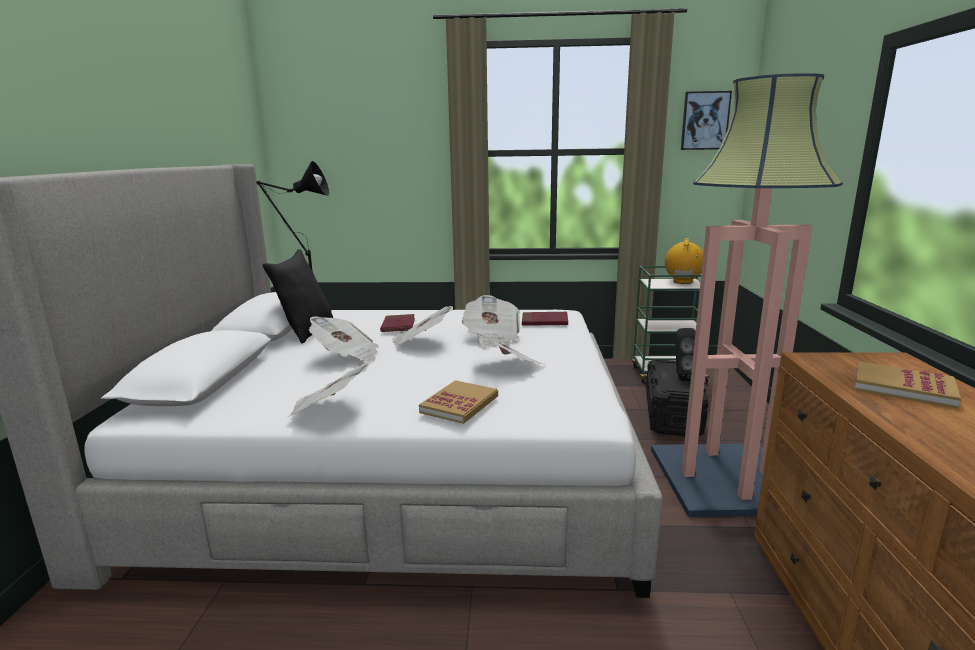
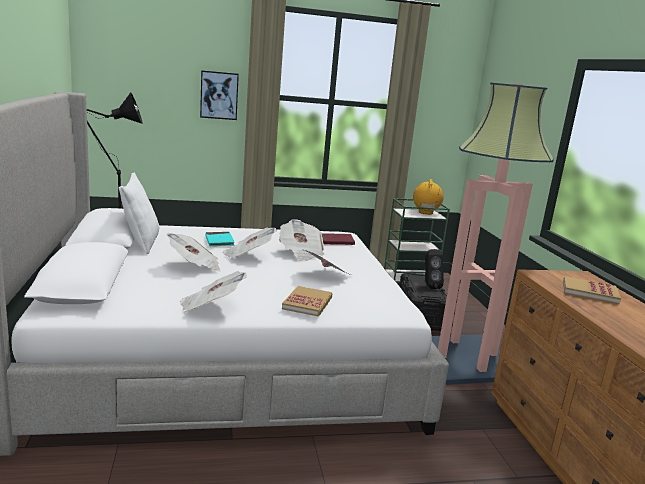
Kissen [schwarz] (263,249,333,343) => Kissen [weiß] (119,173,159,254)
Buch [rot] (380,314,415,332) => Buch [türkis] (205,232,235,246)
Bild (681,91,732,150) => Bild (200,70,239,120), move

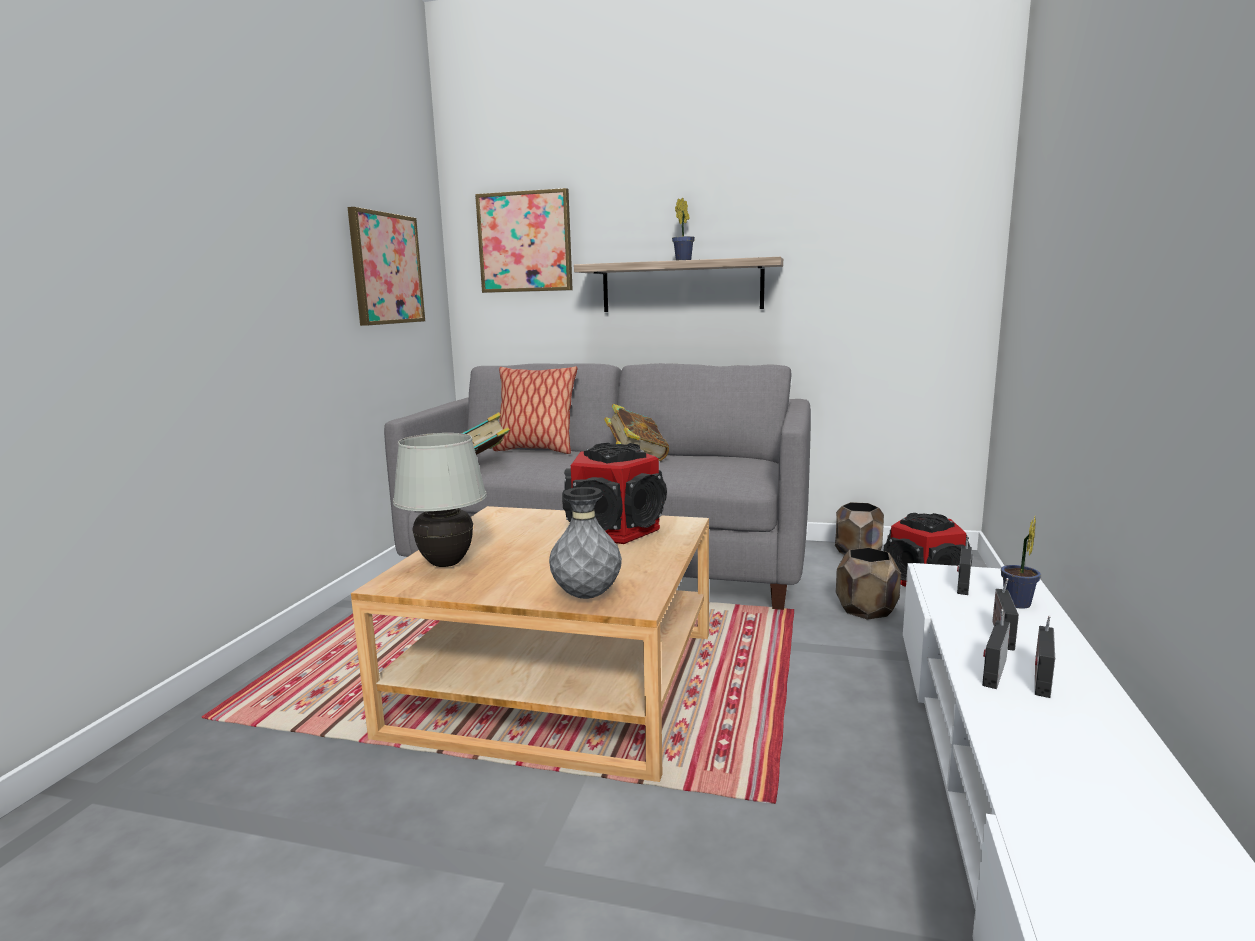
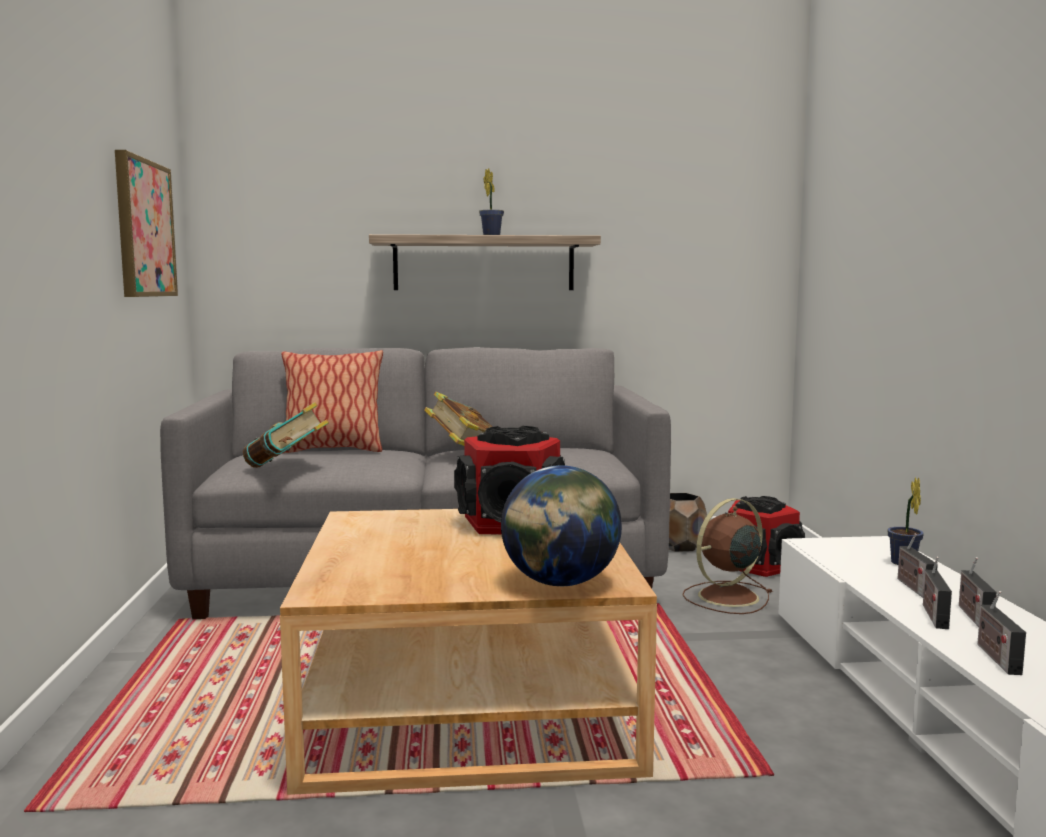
Tischlampe [weiß] (393,433,487,567) => nothing
Bild (475,188,573,293) => nothing
Vase [grau] (549,487,622,599) => Globus (501,465,622,586)
Pflanzkübel [braun] (836,548,901,620) => Ventilator [braun] (682,498,772,614)
Radio (957,536,972,595) => Radio (977,591,1026,675), move

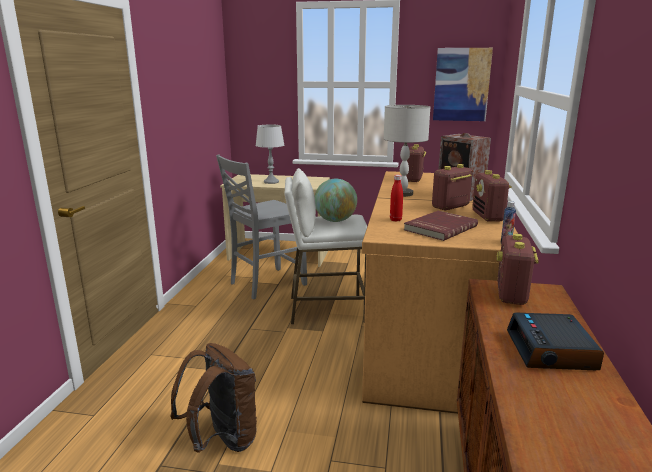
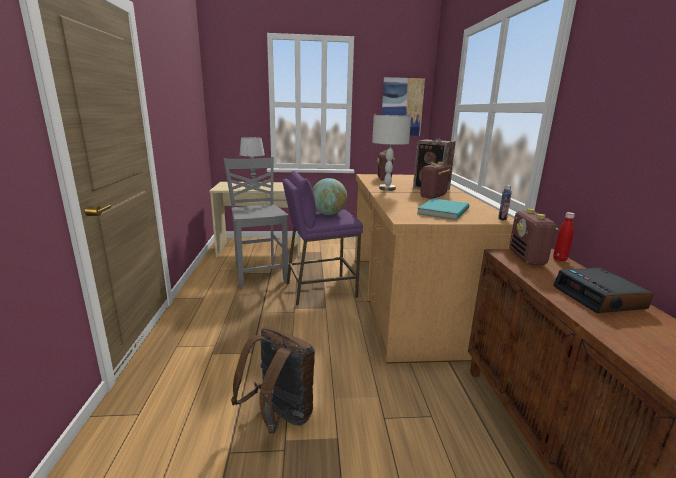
Stuhl [grau] (216,154,307,299) => Stuhl [grau] (223,157,288,289), 120 degrees clockwise
Hocker [weiß] (284,168,367,324) => Hocker [lila] (282,171,363,305)
Flasche [rot] (390,175,403,222) => Flasche [rot] (553,212,575,262), move
Buch [rot] (404,211,478,241) => Buch [türkis] (417,198,469,220)
Radio (472,170,512,222) => nothing

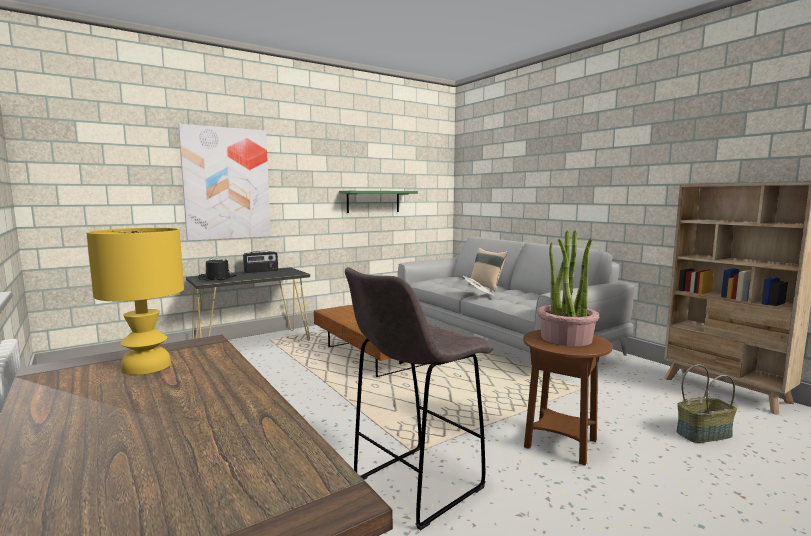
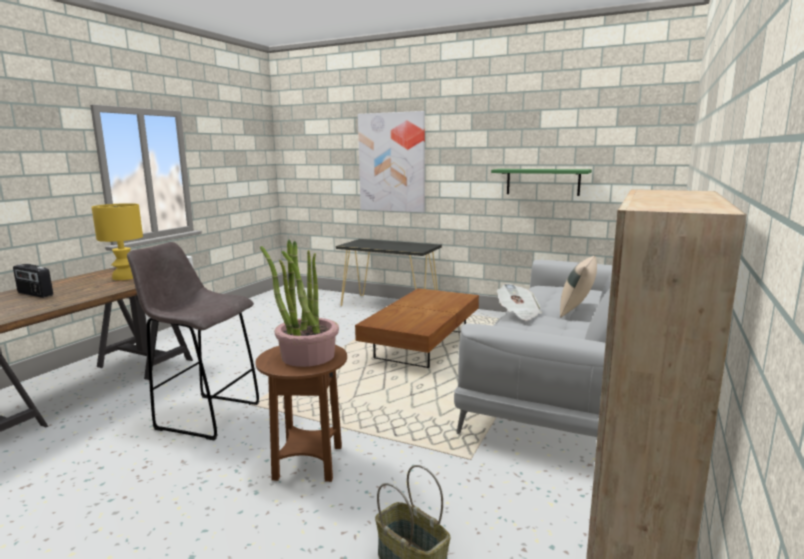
Hut [schwarz] (198,256,237,281) => nothing
Radio (243,251,278,273) => Radio (13,264,53,298), move

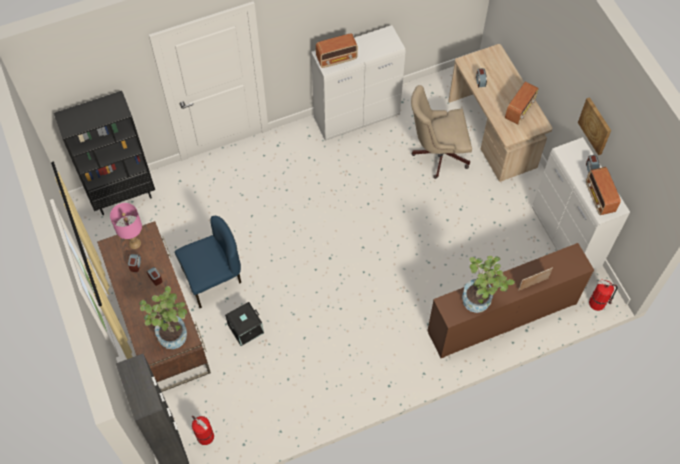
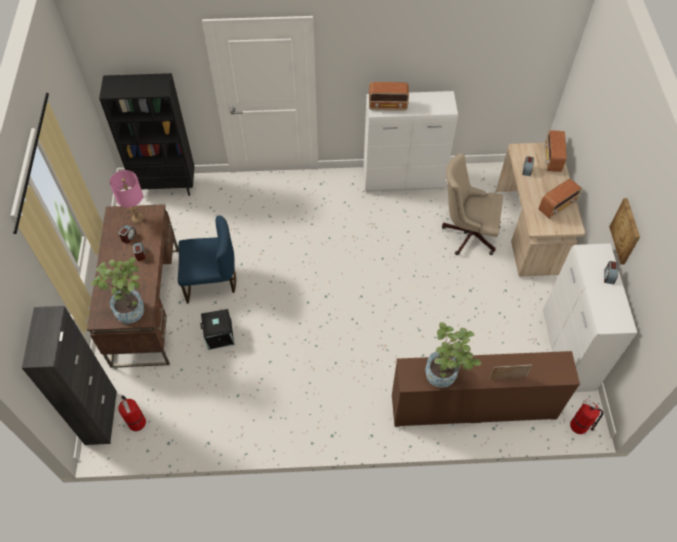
Radio (586,167,621,215) => Radio (544,130,567,172), move

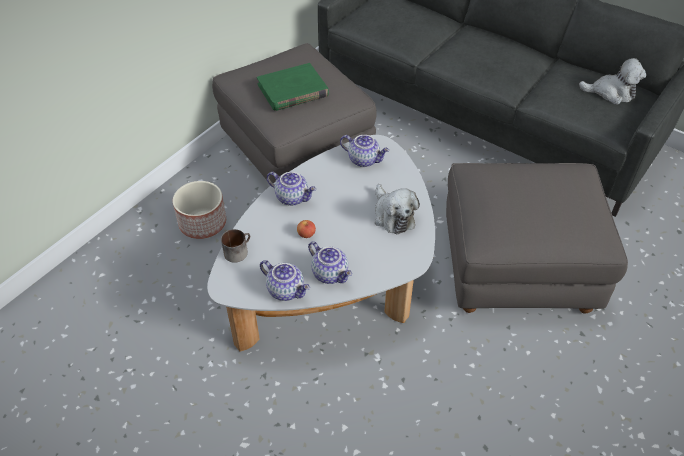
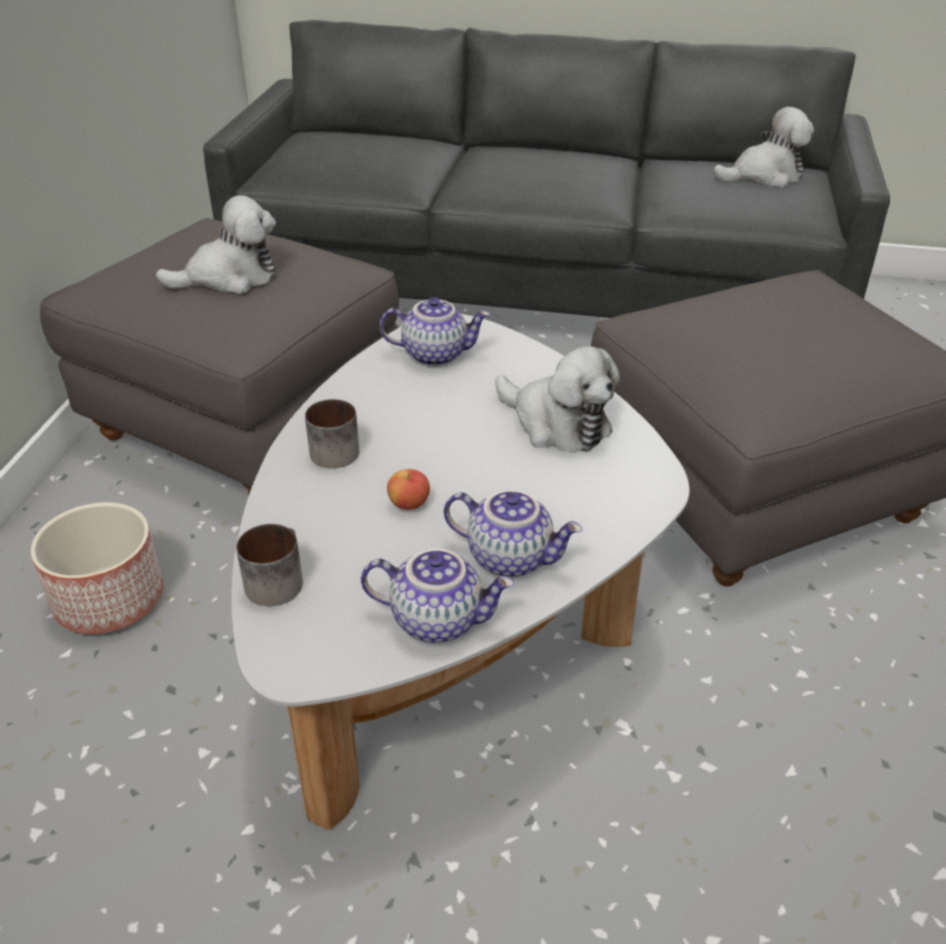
Buch [grün] (257,63,329,111) => Plüschtier (156,195,276,294)
Teekanne (267,172,316,206) => Henkelbecher (305,399,359,468)

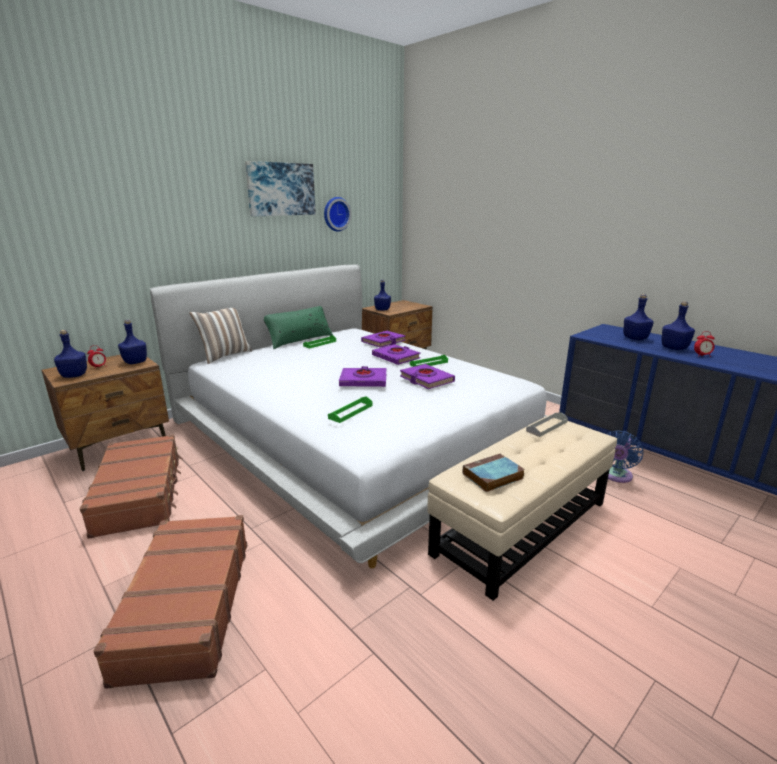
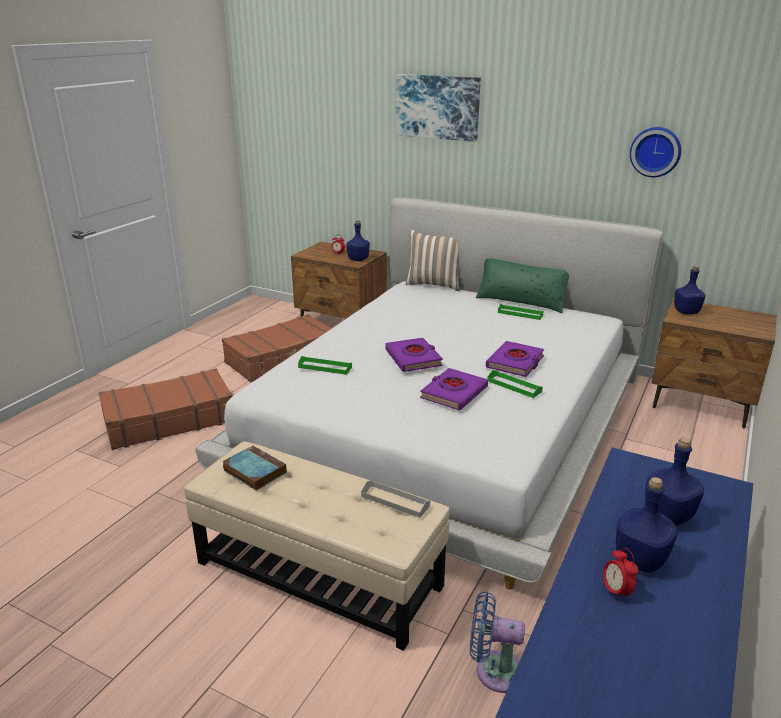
Flasche [blau] (54,330,87,378) => nothing
Bild (245,161,316,216) => Bild (396,74,481,142), move
Buch [lila] (361,331,406,348) => nothing

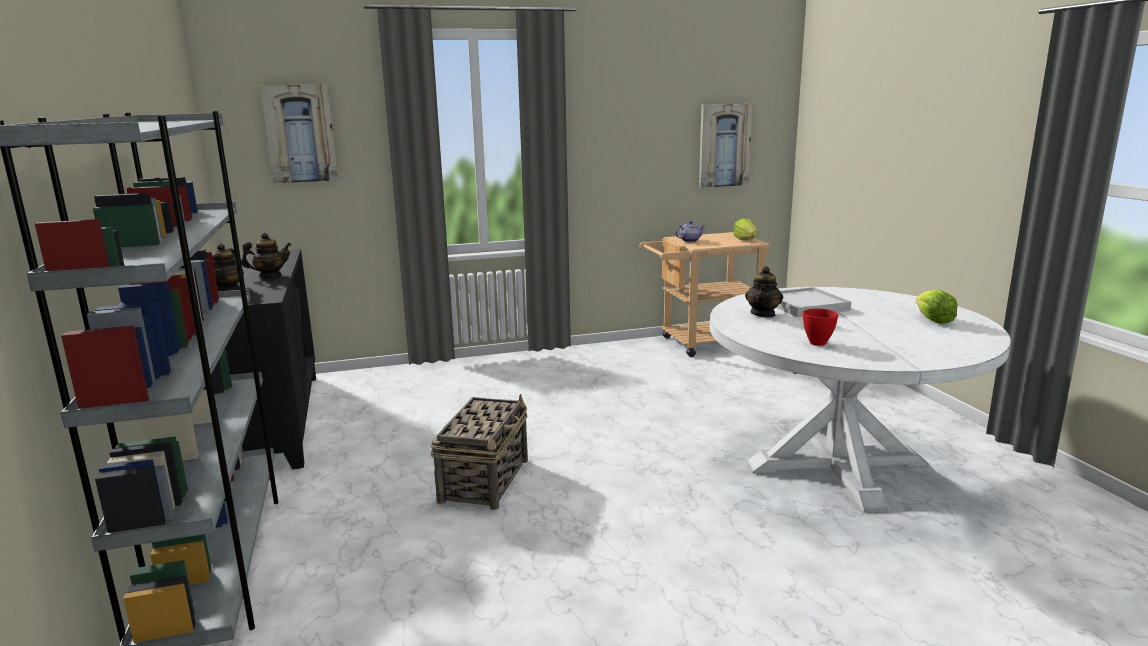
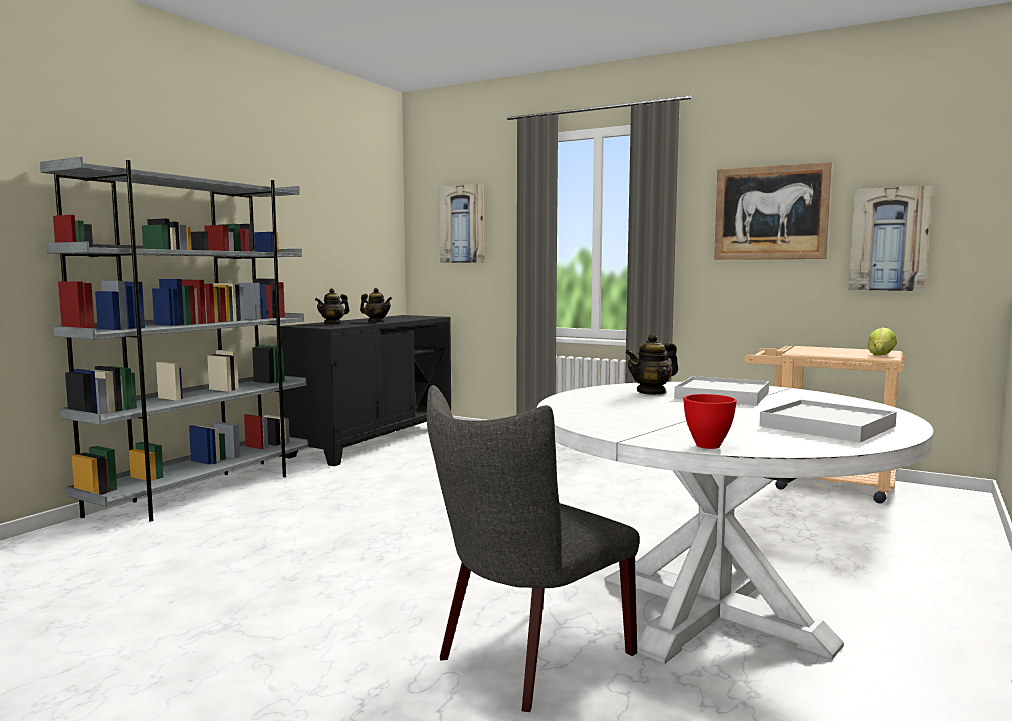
Korb (430,394,528,510) => nothing
Teekanne (675,221,705,242) => nothing
Schüssel [rot] (803,308,838,346) => Schüssel [rot] (683,394,737,449), move
Salatkopf (916,290,958,324) => Tablett [weiß] (759,400,897,443)
nothing => Stuhl [grau] (427,385,640,712)
nothing => Bild (714,162,832,260)

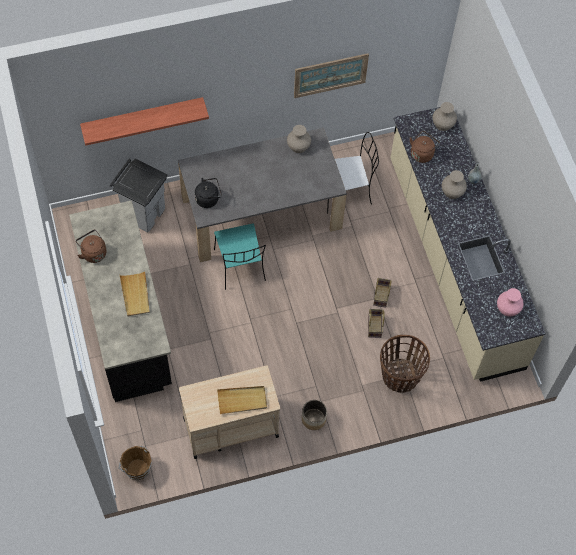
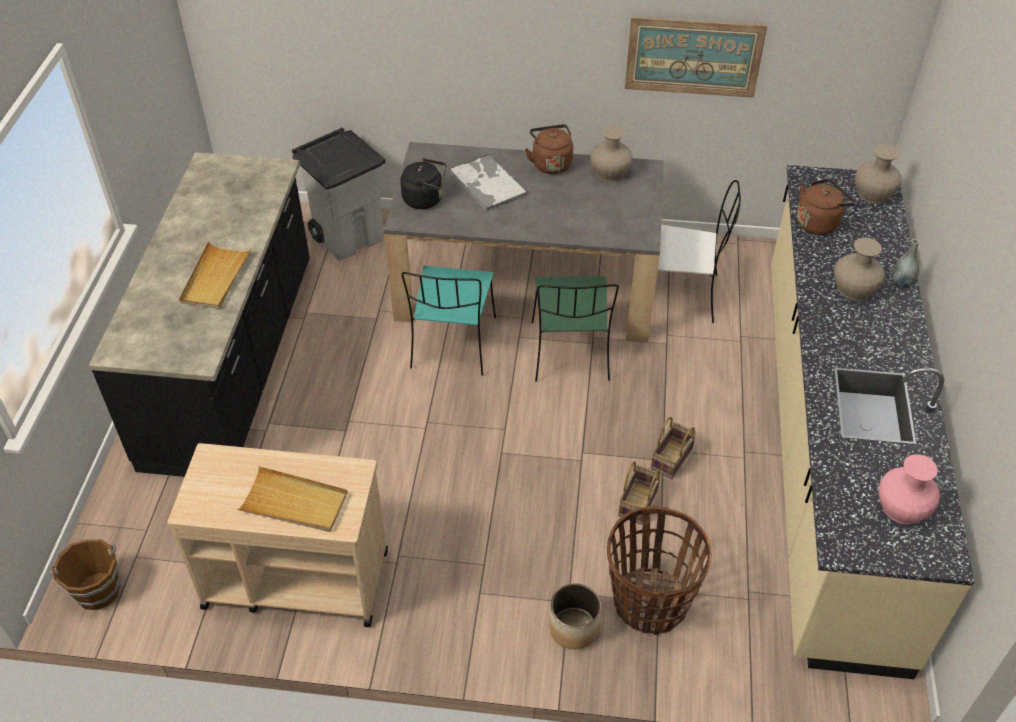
Wasserkessel [braun] (76,229,106,263) => Wasserkessel [braun] (525,124,573,174), move
Wandregal (80,97,209,146) => nothing
Pflanzkübel (302,400,327,430) => Pflanzkübel (549,583,601,649), move
nothing => Tablett (449,153,528,211)
nothing => Stuhl [grün] (531,276,619,382)

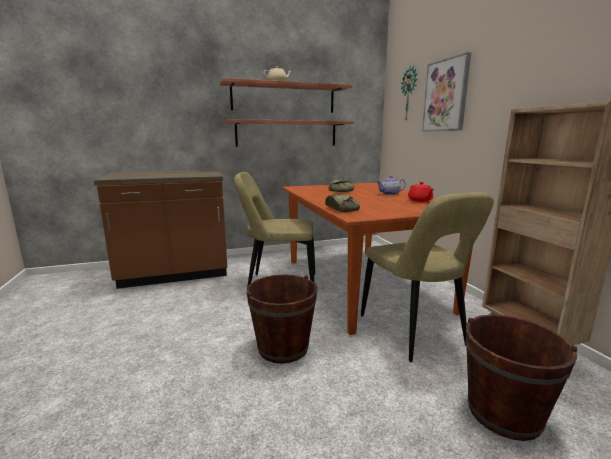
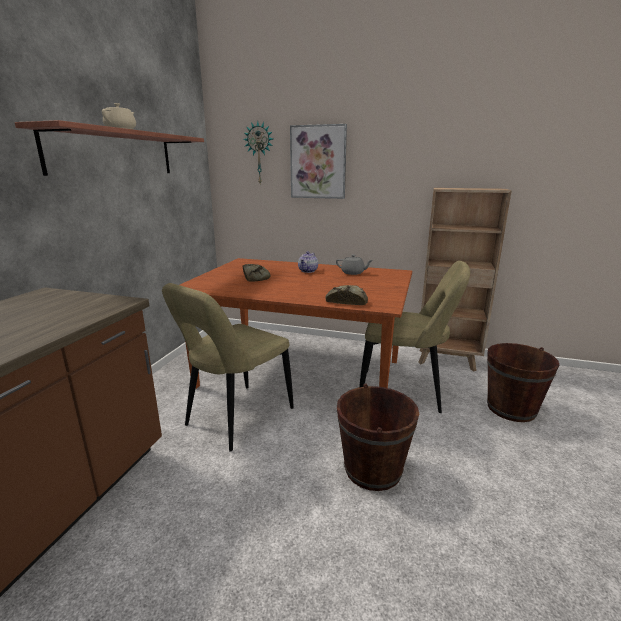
Wandregal (225,119,354,147) => nothing
Teekanne [rot] (408,182,434,202) => Teekanne [grau] (336,255,373,275)

